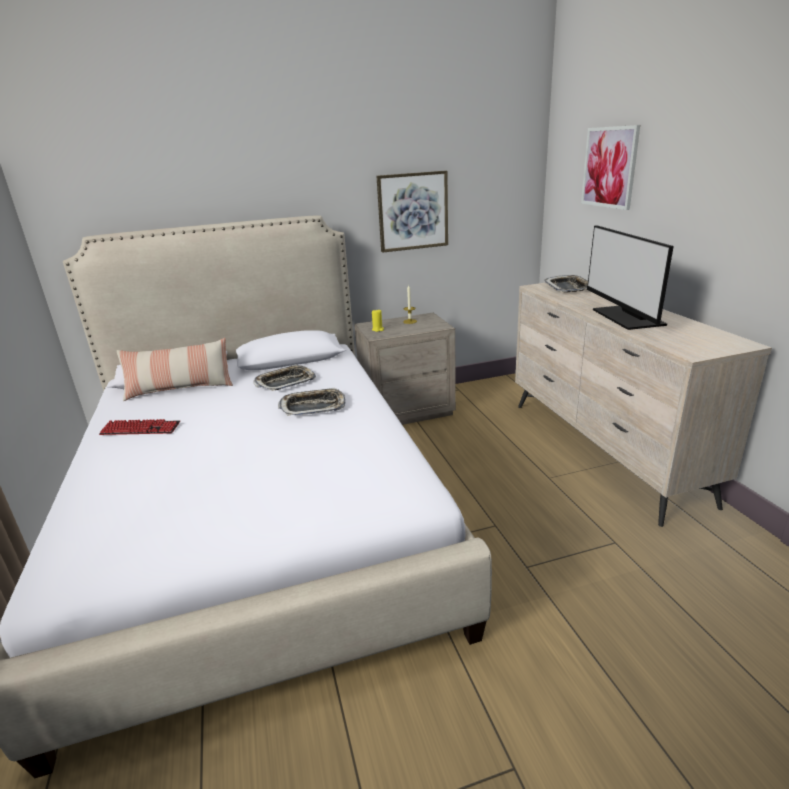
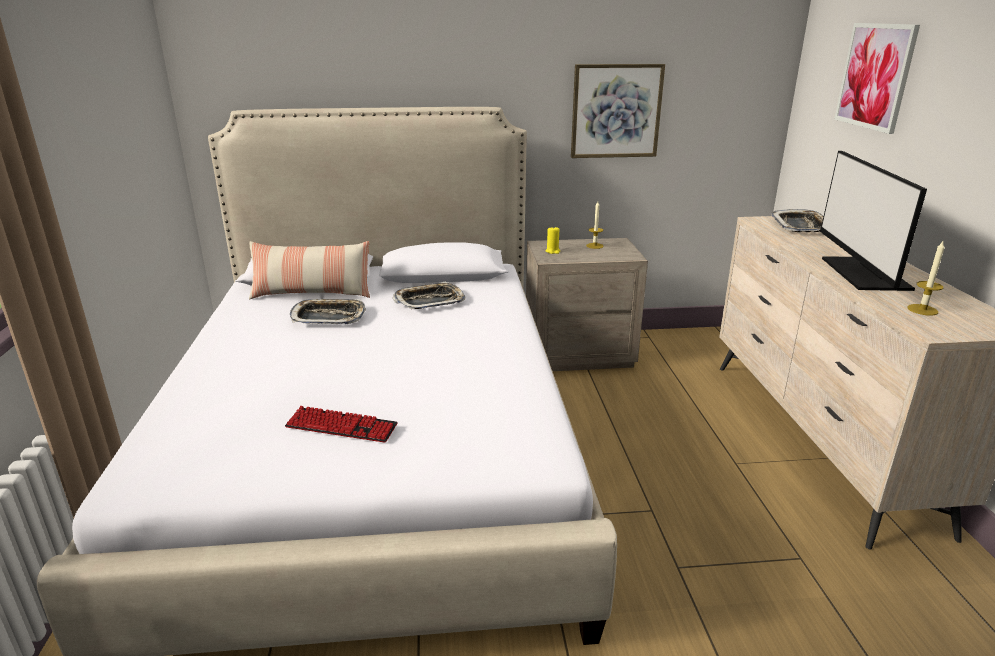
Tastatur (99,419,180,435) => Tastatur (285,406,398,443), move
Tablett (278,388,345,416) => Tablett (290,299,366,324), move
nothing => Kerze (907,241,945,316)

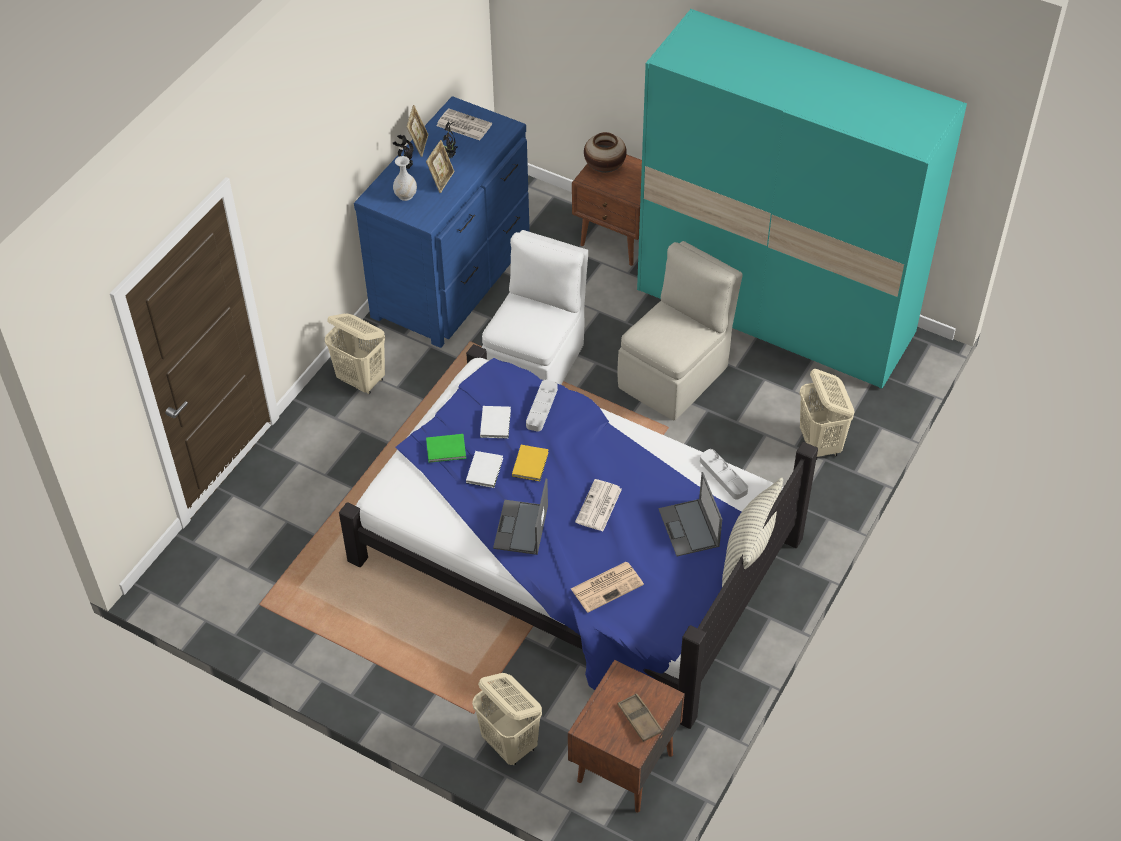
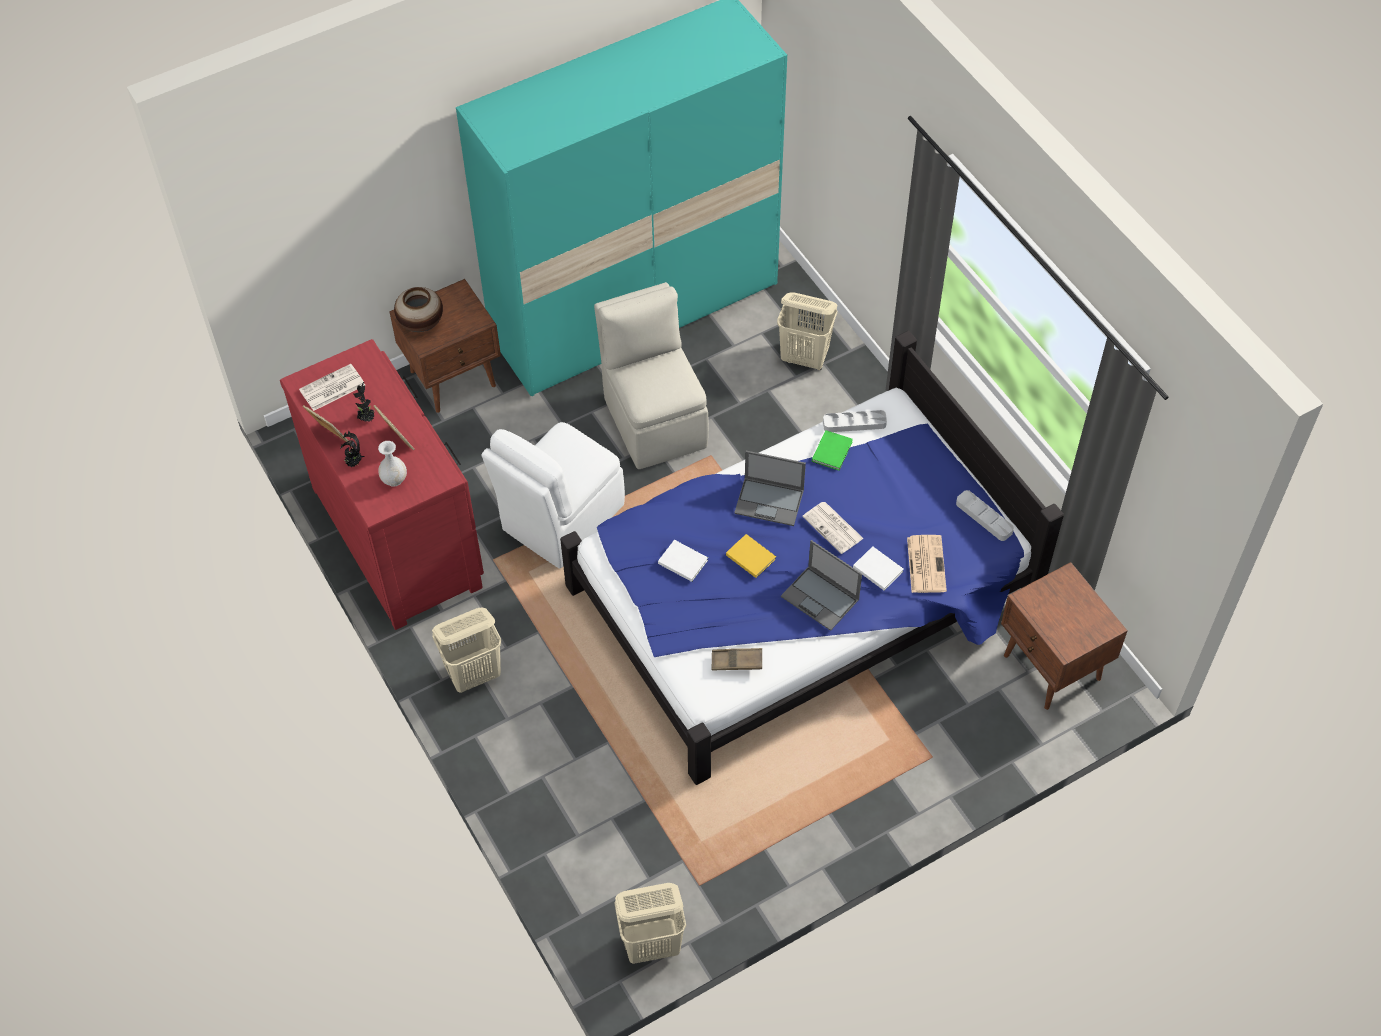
Kommode [blau] (354,96,530,348) => Kommode [rot] (280,339,484,630)
Buch [grün] (426,434,466,463) => Buch [grün] (812,430,853,471), move
Buch [weiß] (466,451,503,488) => Buch [weiß] (853,546,904,590), move
Wäschekorb [beige] (472,673,542,766) => Wäschekorb [beige] (614,883,686,964), move
Stuhl [weiß] (482,230,588,385) => Stuhl [weiß] (481,422,625,569), 105 degrees counterclockwise
Tablett [grau] (526,380,558,432) => Tablett [grau] (956,490,1014,541), move
Tablett [braun] (618,693,663,742) => Tablett [braun] (712,648,762,671), move
Laptop (659,472,722,556) => Laptop (734,451,806,526), move
Kissen (722,478,783,587) => nothing

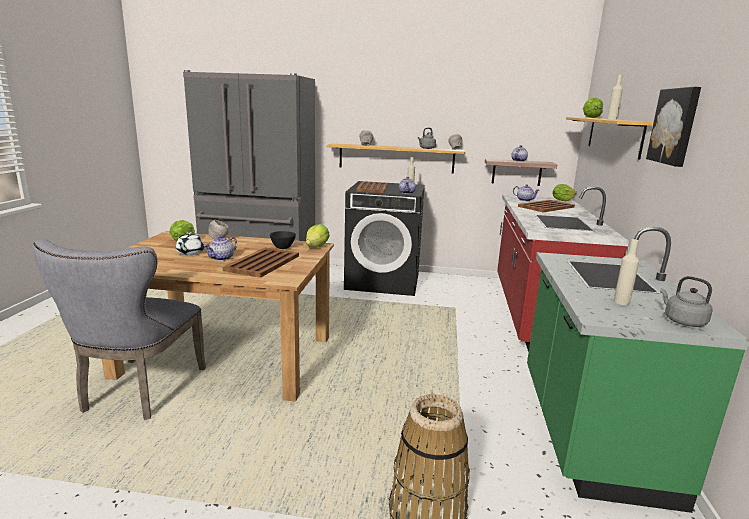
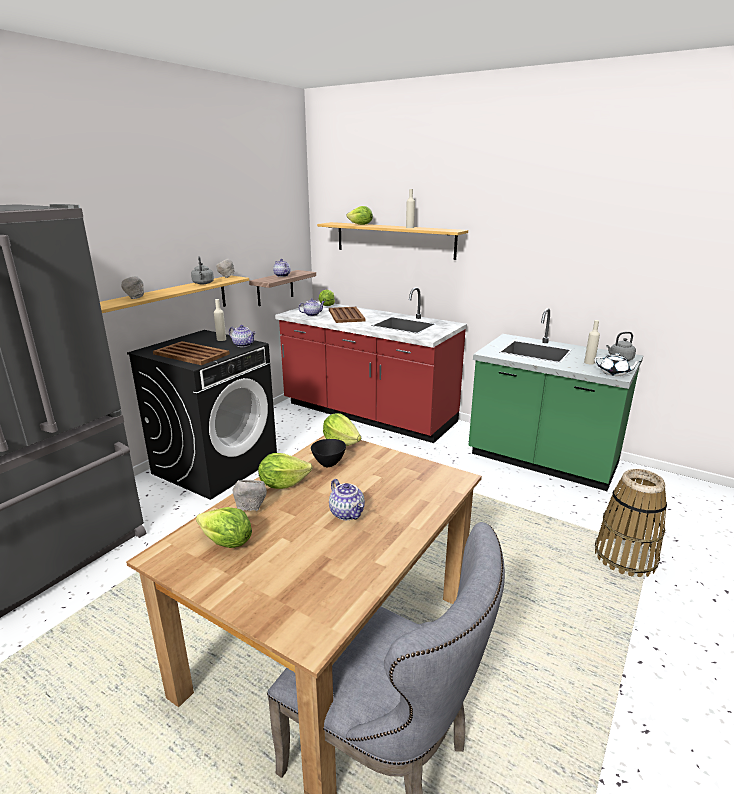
Teekanne [weiß] (176,232,205,255) => Teekanne [weiß] (594,353,642,376), move
Tablett [braun] (223,247,299,278) => nothing
Bild (646,87,701,167) => nothing
nothing => Salatkopf (258,453,313,489)

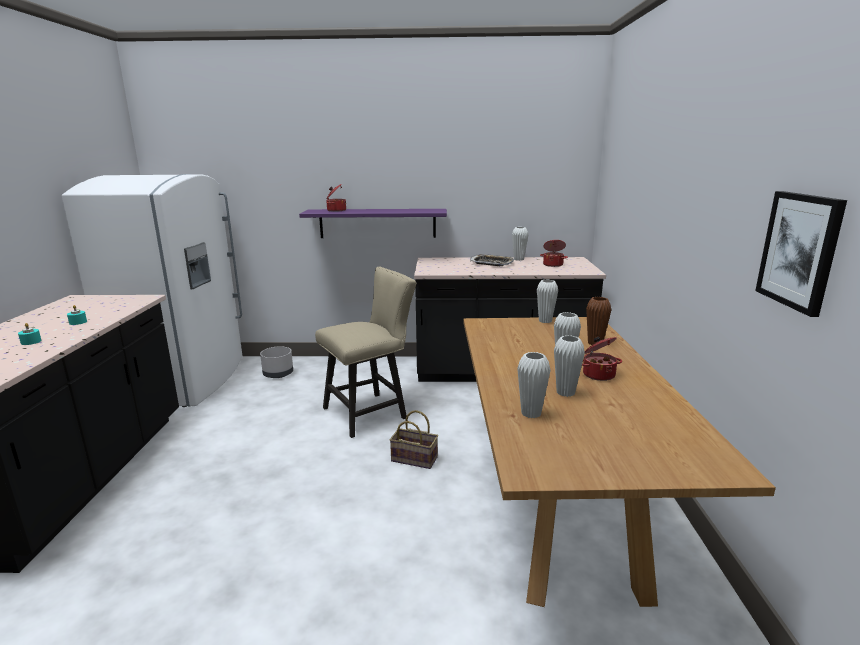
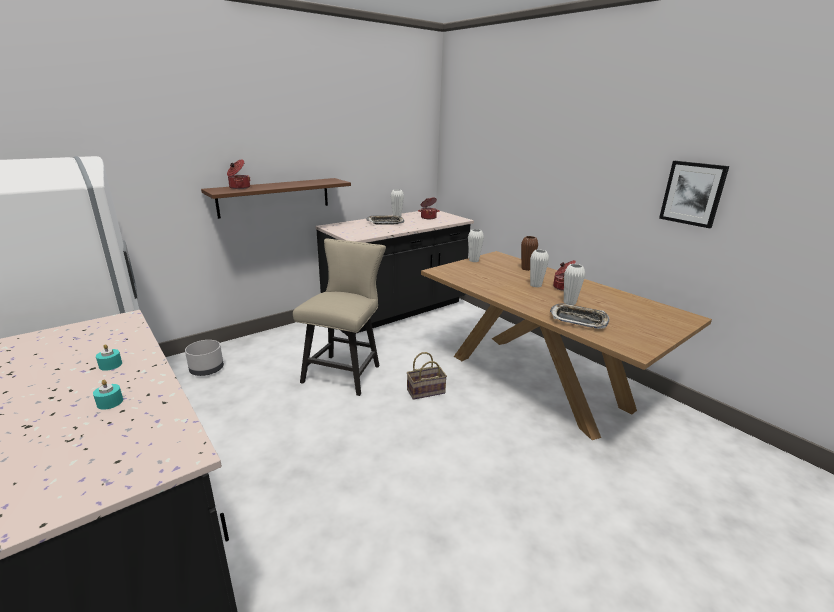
Wandregal [lila] (299,209,447,238) => Wandregal [braun] (201,178,351,219)
Vase [weiß] (517,352,551,418) => Tablett (550,304,610,329)

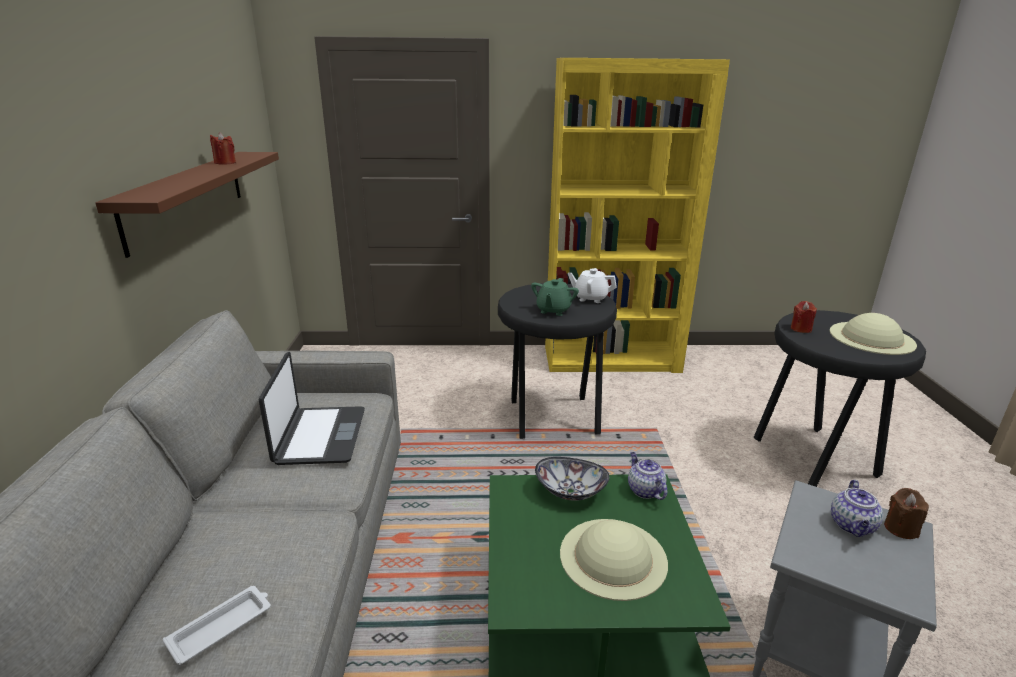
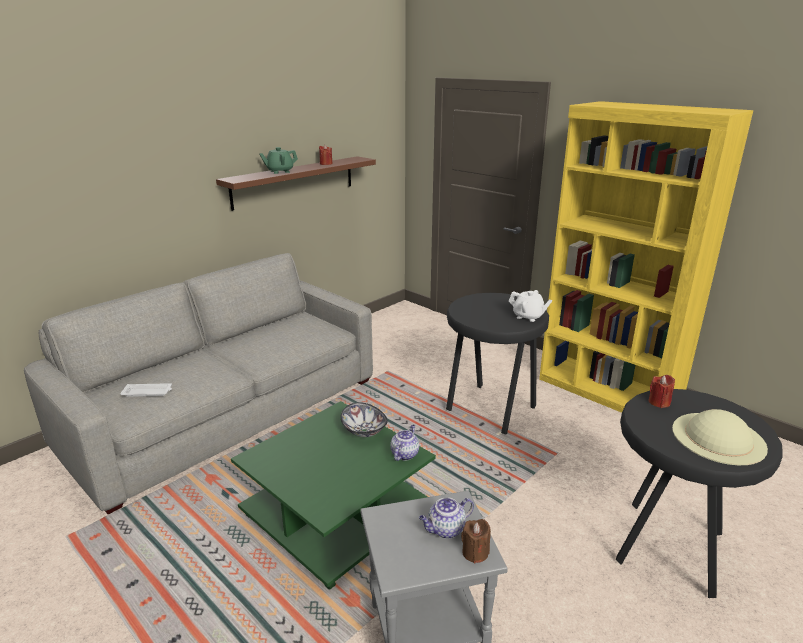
Laptop (259,352,365,465) => nothing
Teekanne [grün] (531,278,579,316) => Teekanne [grün] (259,147,298,174), move
Hut [beige] (560,519,668,601) => nothing
Teekanne [weiß] (568,268,617,303) => Teekanne [weiß] (509,290,553,322), 150 degrees clockwise

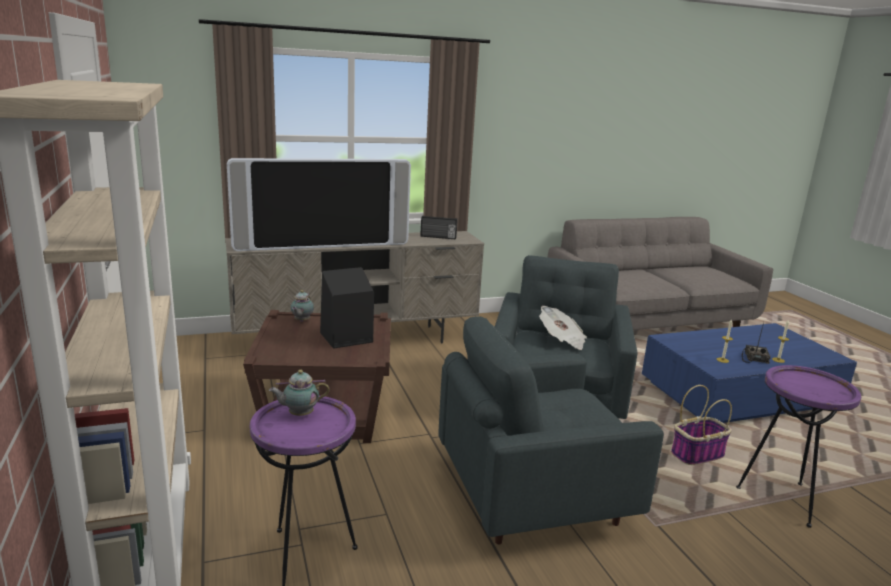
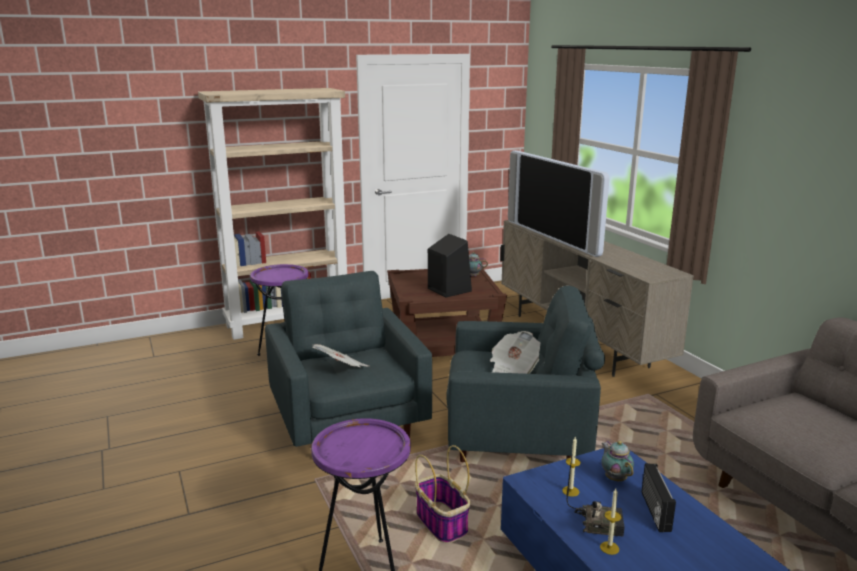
Teekanne (269,370,330,416) => Teekanne (601,441,634,482), move
Radio (420,216,458,240) => Radio (642,463,676,532), move
nothing => Zeitung (313,344,369,367)

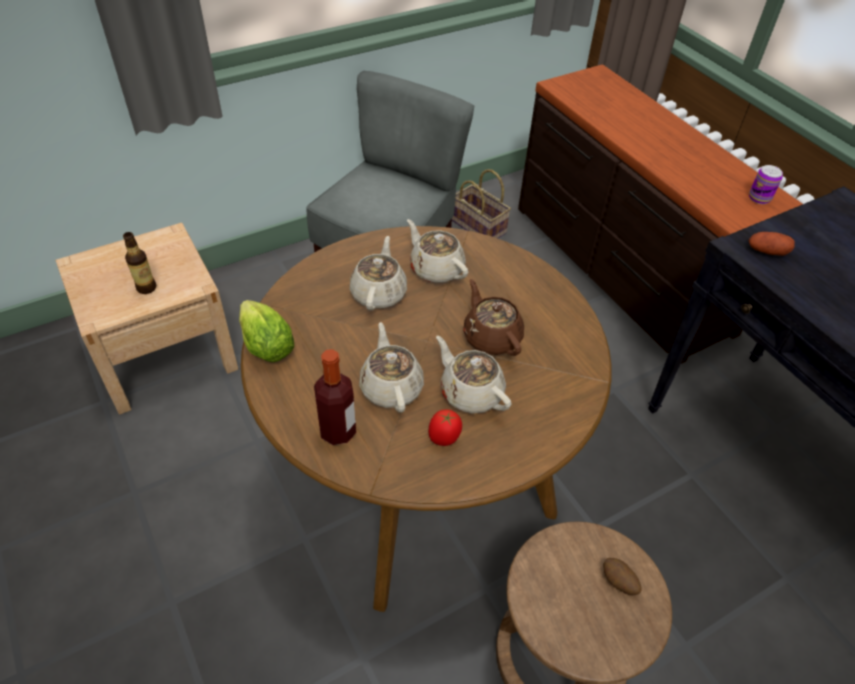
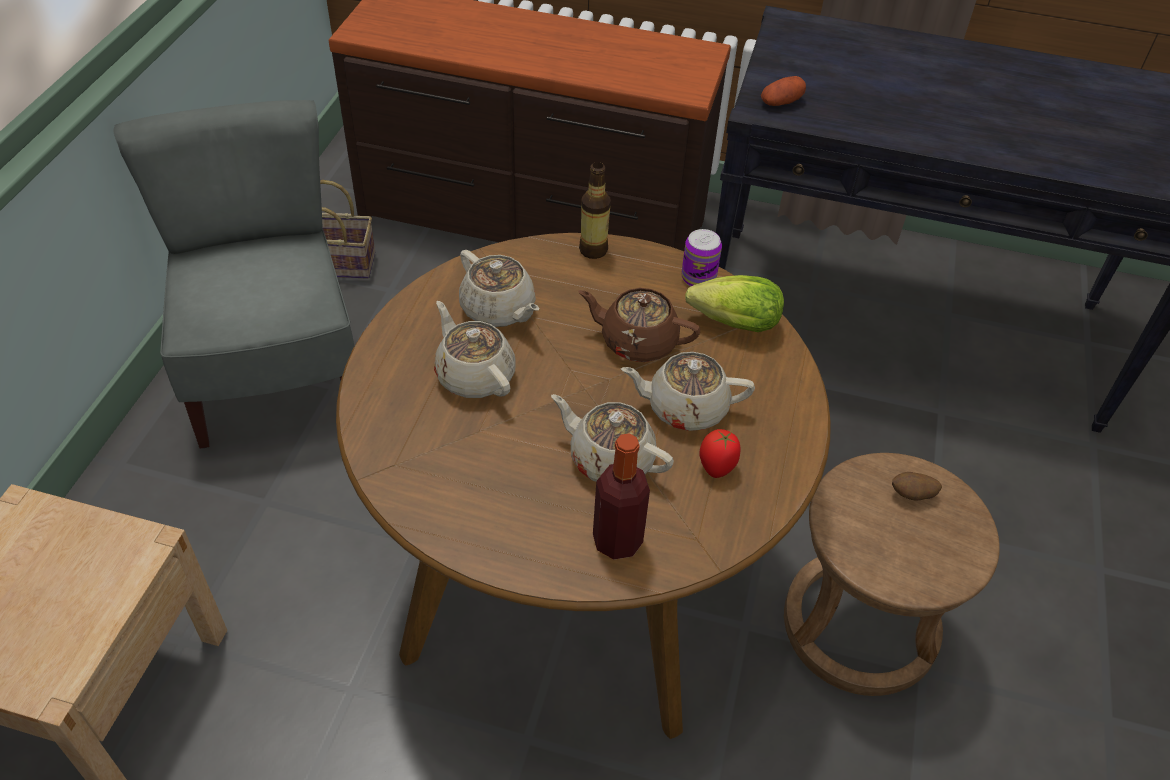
Flasche (123,232,156,294) => Flasche (579,162,611,259), move
Salatkopf (239,300,294,362) => Salatkopf (685,275,784,332), move
Teekanne [beige] (407,219,468,283) => Teekanne [beige] (459,250,539,327), 135 degrees counterclockwise
Dose (749,165,783,204) => Dose (682,229,722,286), move

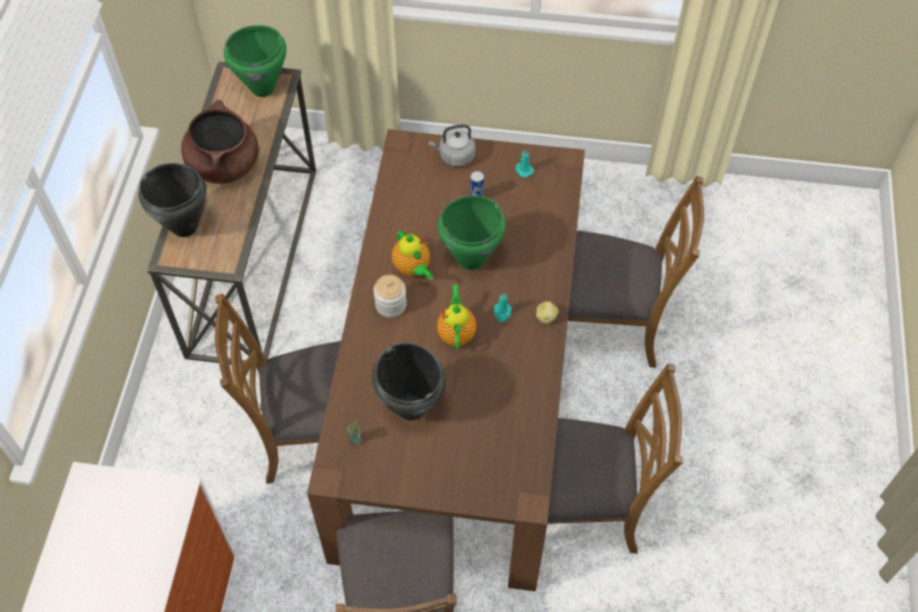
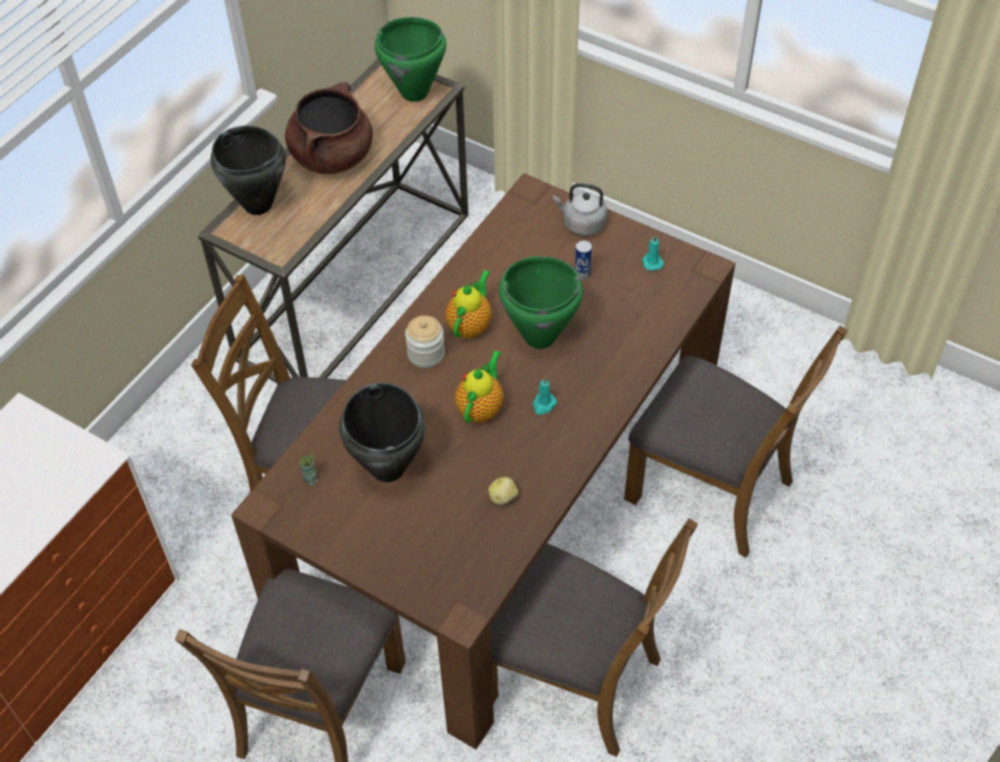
Teekanne (392,230,433,280) => Teekanne (446,270,492,339), 150 degrees counterclockwise
Kartoffel (536,301,559,324) => Kartoffel (488,477,518,505), move

